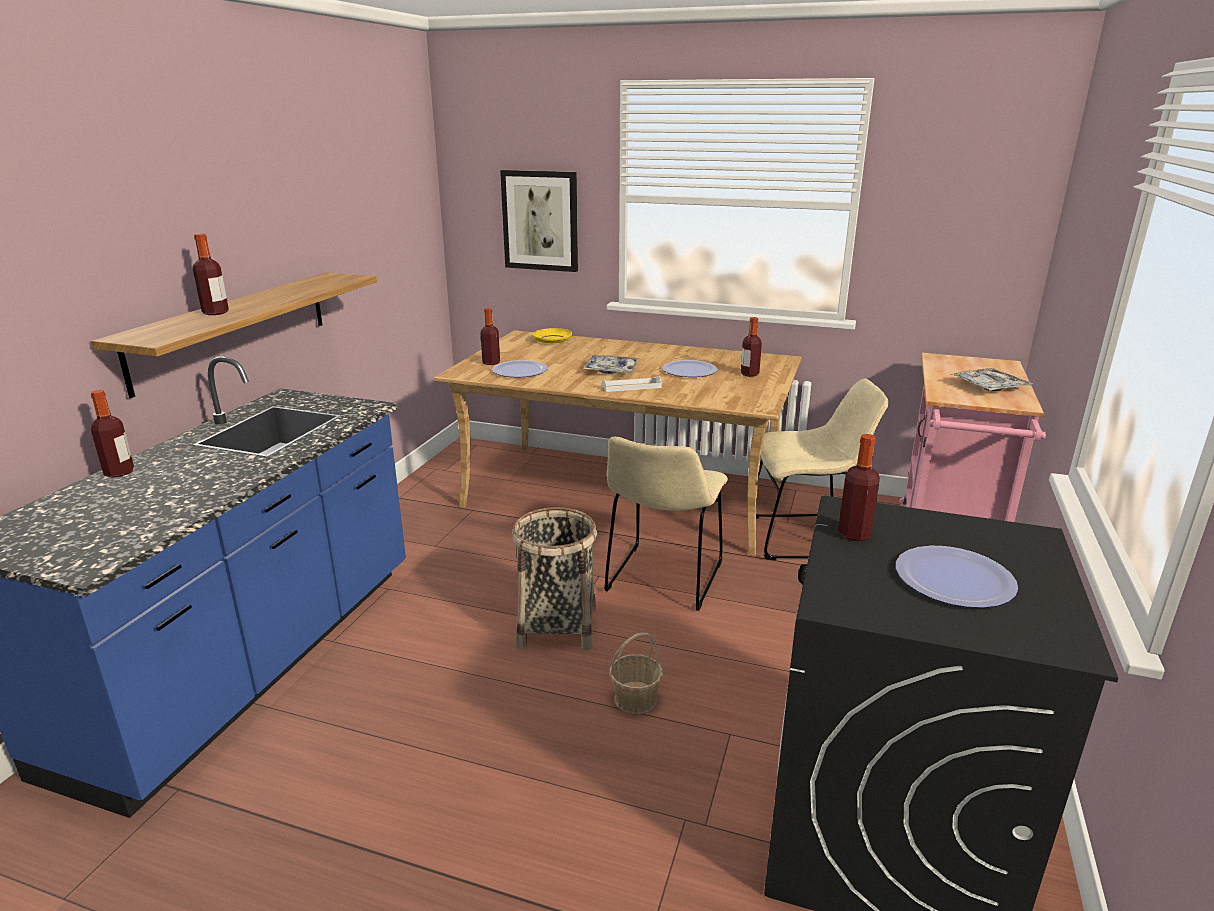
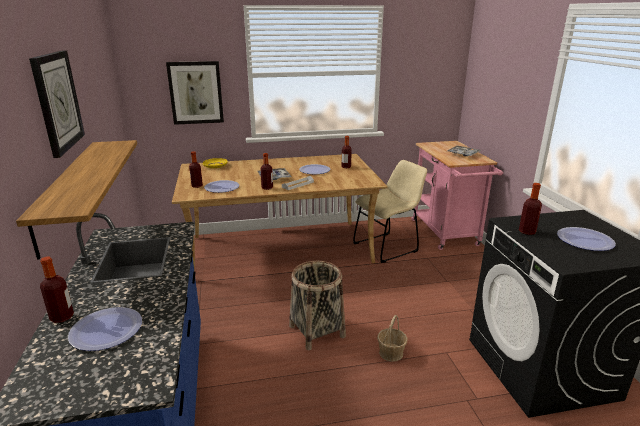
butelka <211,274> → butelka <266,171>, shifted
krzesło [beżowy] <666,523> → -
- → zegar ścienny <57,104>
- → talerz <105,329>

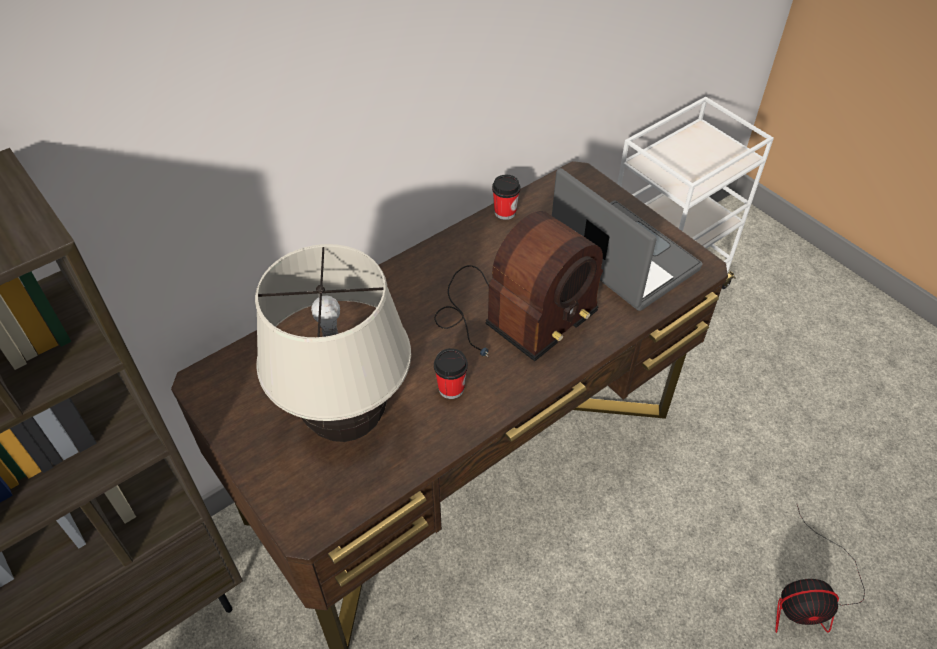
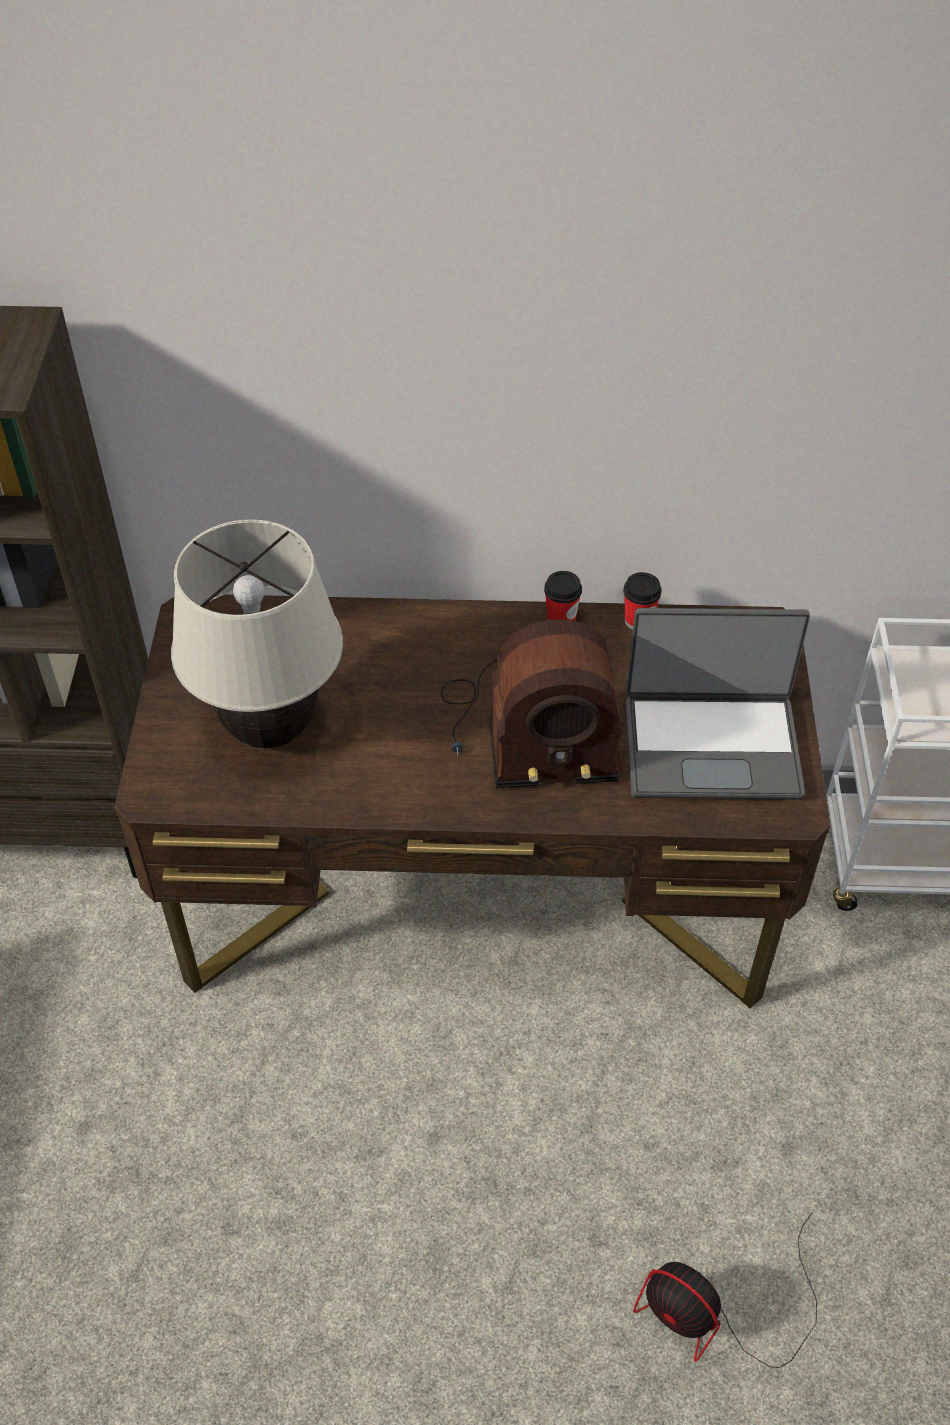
laptop <627,239> → laptop <717,704>, 90 degrees clockwise
filiżanka <451,373> → filiżanka <563,596>, shifted

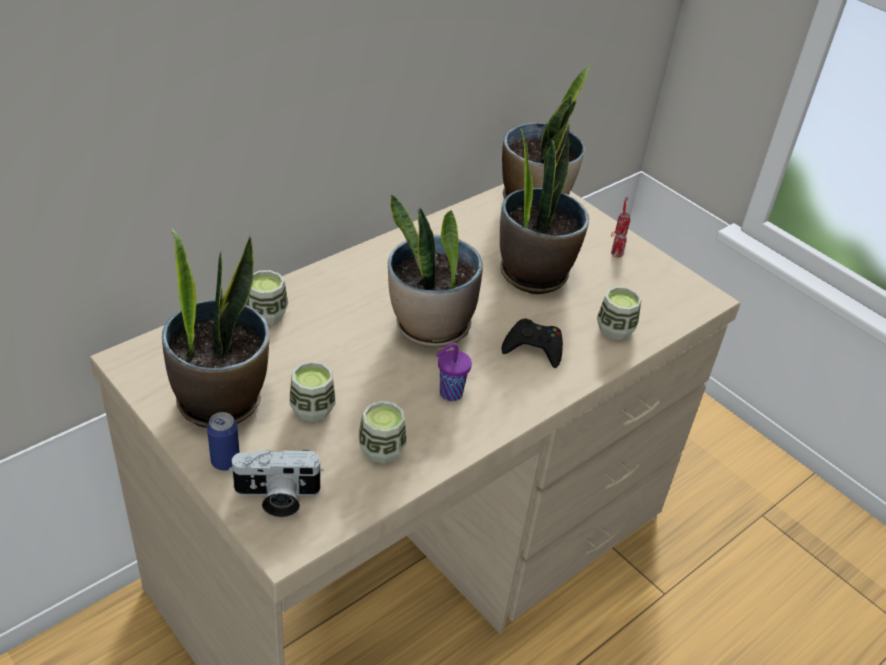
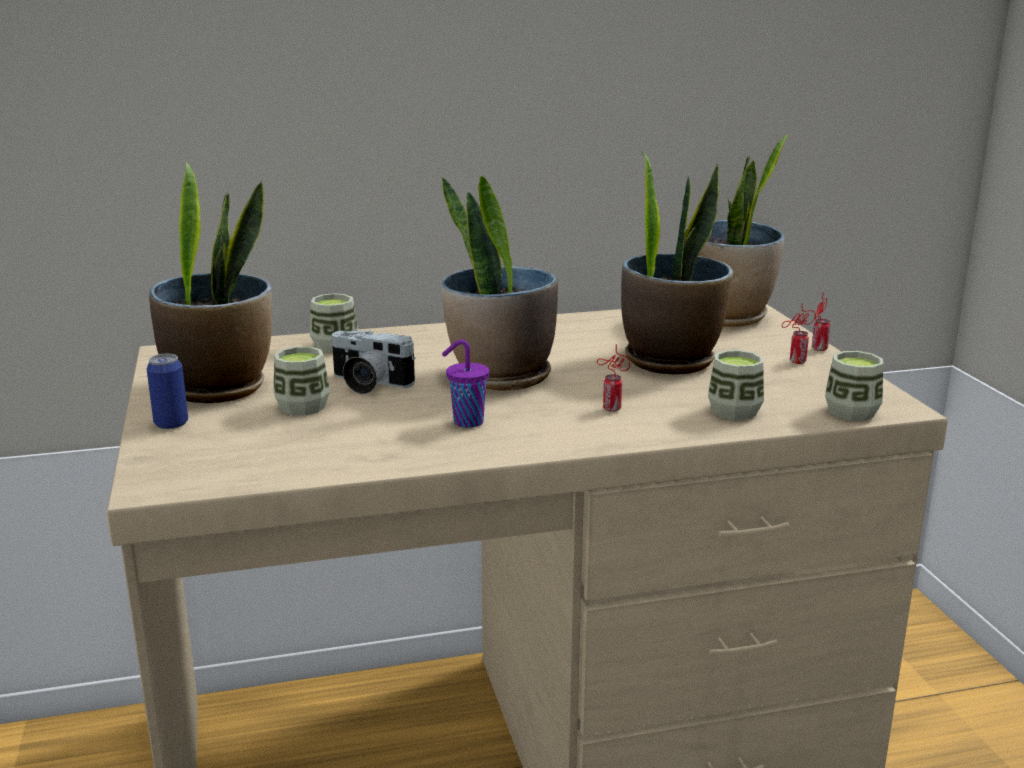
pad do gier [czarny] <532,343> → puszka <613,378>
filiżanka <382,432> → filiżanka <854,386>, shifted
aparat fotograficzny <276,483> → aparat fotograficzny <373,362>, shifted

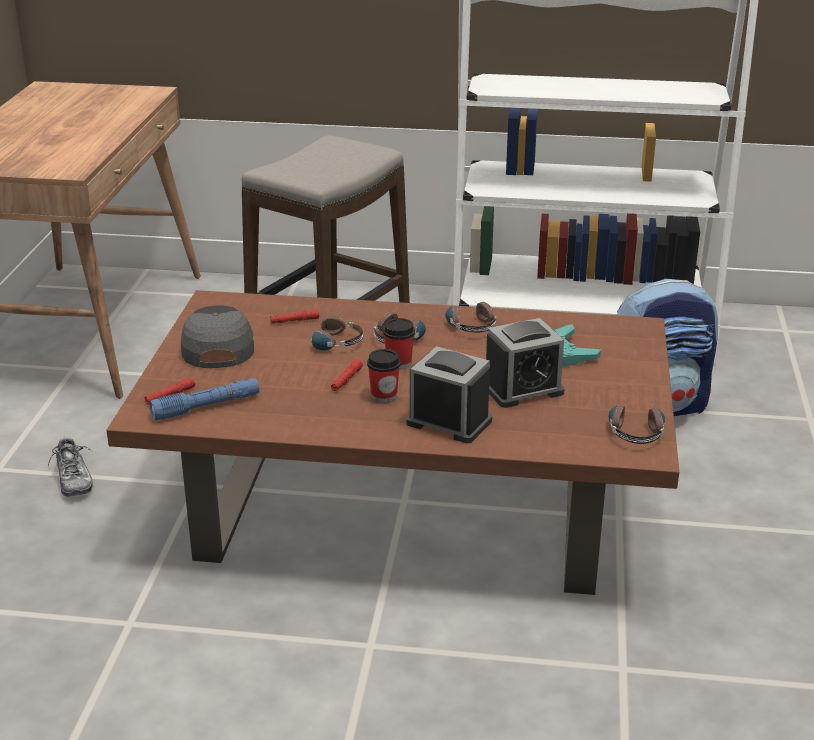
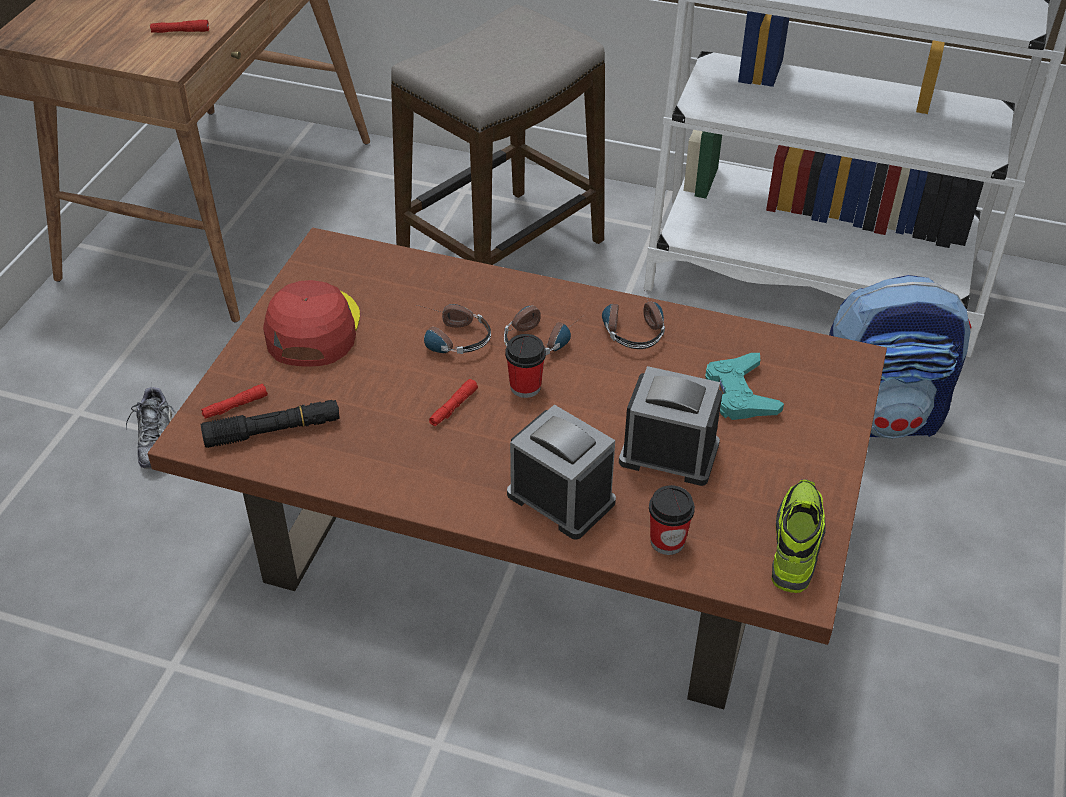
czapka z daszkiem [szary] <217,336> → czapka z daszkiem [czerwony] <311,323>
latarka [czerwony] <294,316> → latarka [czerwony] <179,26>, shifted
budzik <525,363> → budzik <670,426>, 150 degrees counterclockwise
filiżanka <383,376> → filiżanka <672,520>, shifted
latarka [niebieski] <204,399> → latarka [czarny] <270,424>
słuchawki <637,424> → but <799,536>

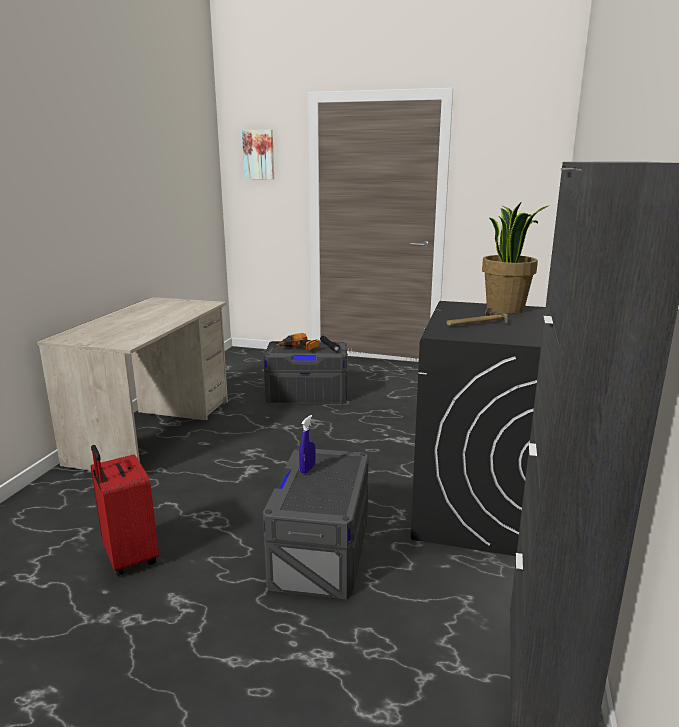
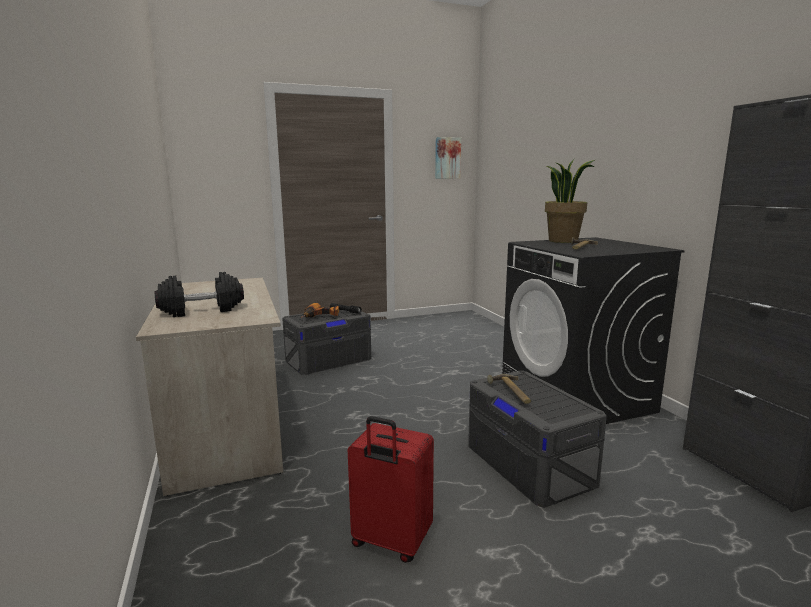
obraz <258,155> → obraz <448,158>, shifted
spryskiwacz [niebieski] <307,444> → młotek <509,389>
- → hantel [czarny] <199,294>

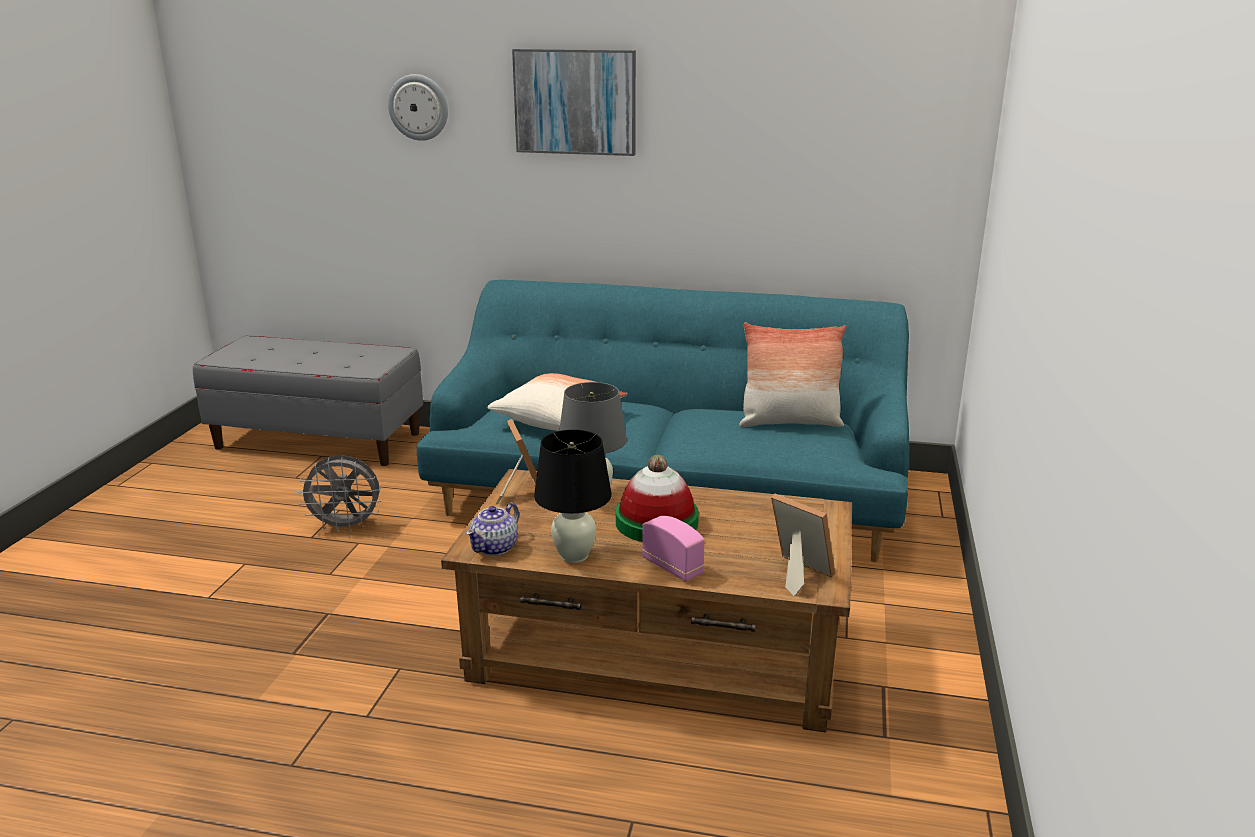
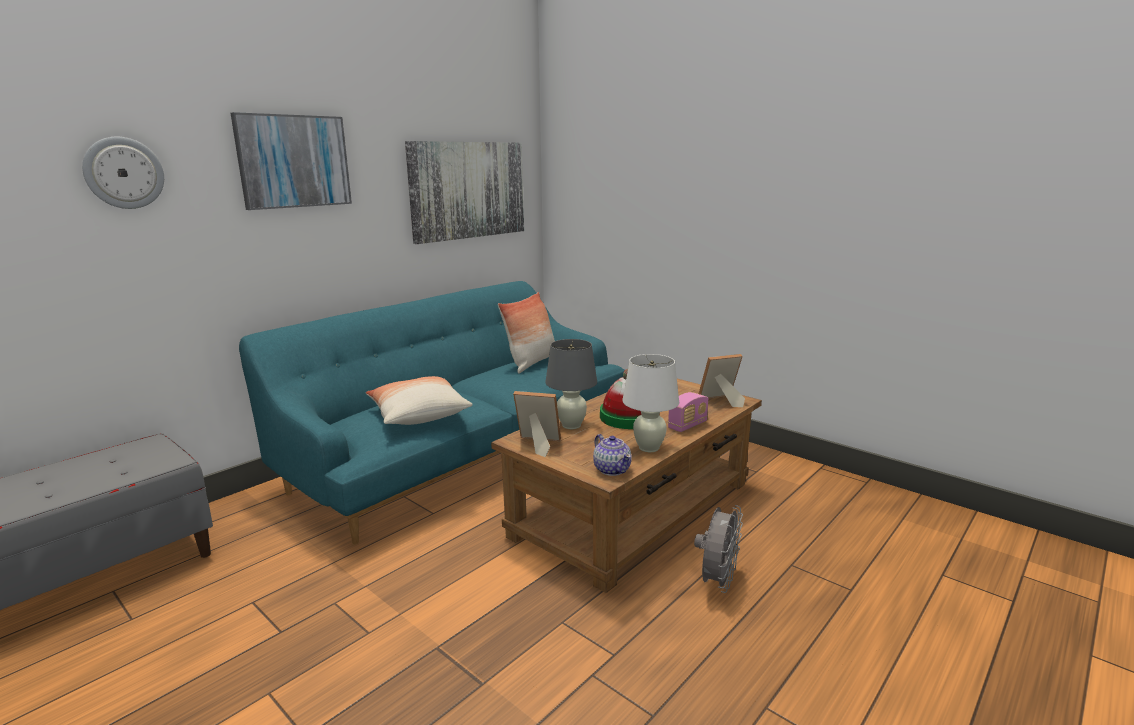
lampa stołowa [czarny] <573,496> → lampa stołowa [biały] <651,403>
wentylator [szary] <339,494> → wentylator [szary] <718,549>, shifted
radio <673,548> → radio <688,412>, 150 degrees clockwise
- → obraz <464,192>

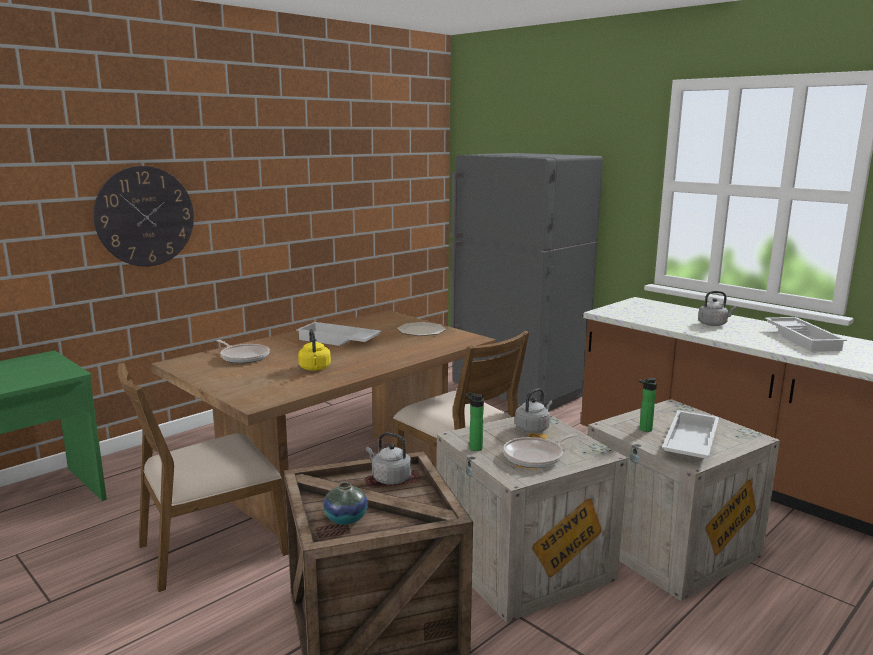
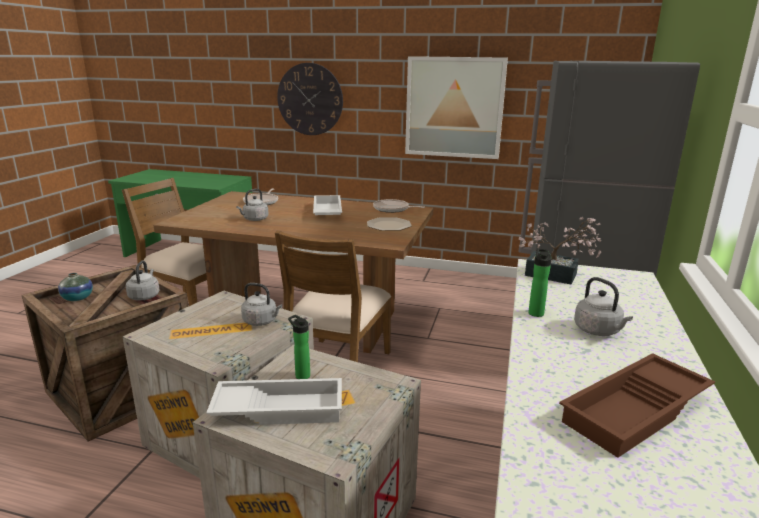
taca [biały] <806,334> → taca [brązowy] <637,405>
czajnik [żółty] <314,350> → czajnik [szary] <252,205>
butelka <474,421> → butelka <540,283>, shifted
patelnia <540,450> → patelnia <399,206>, shifted
- → obraz <456,107>
- → roślina doniczkowa <560,250>

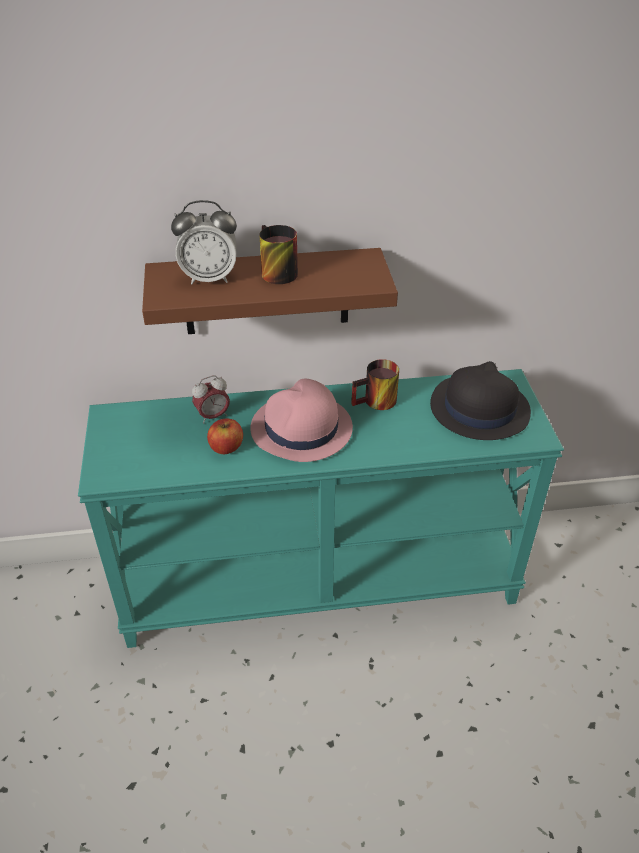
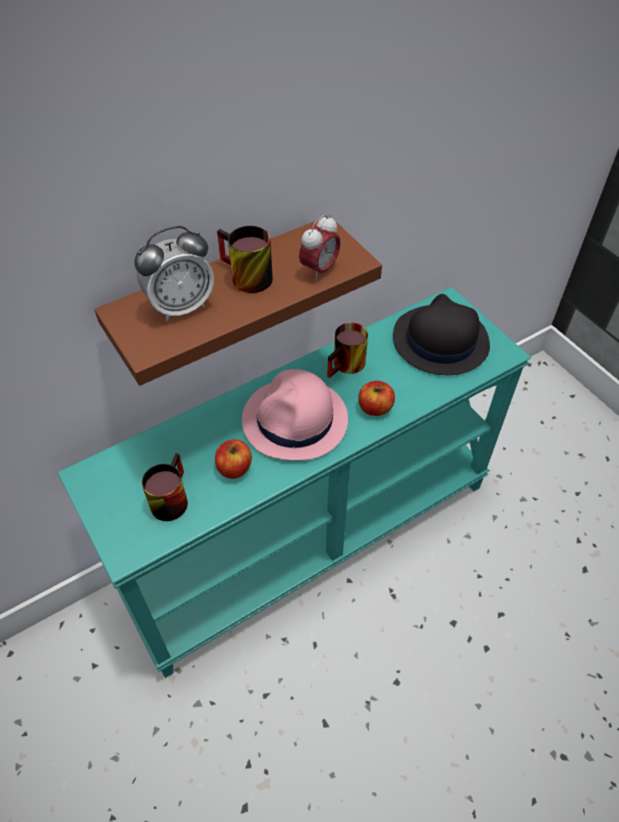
budzik <211,399> → budzik <319,247>, shifted
- → jabłko <376,398>
- → kubek <165,487>

